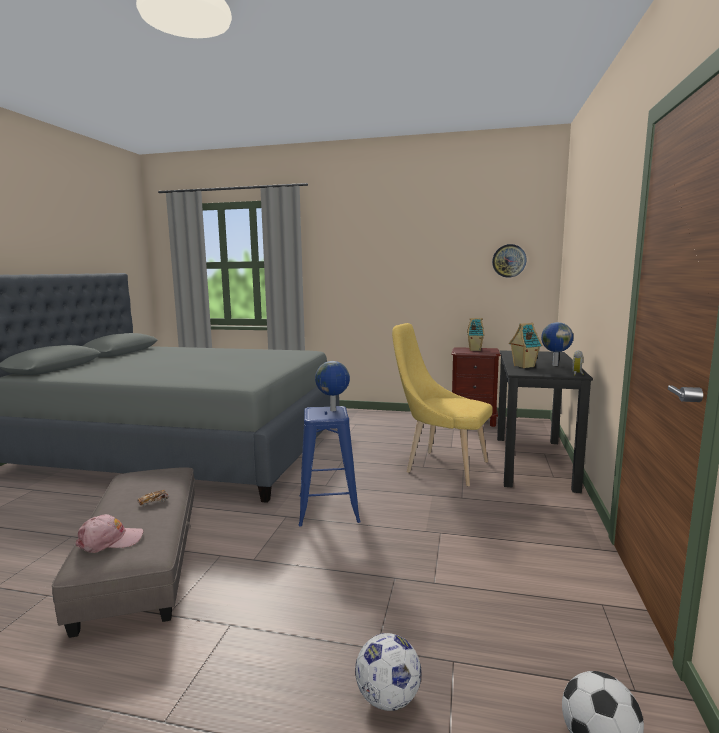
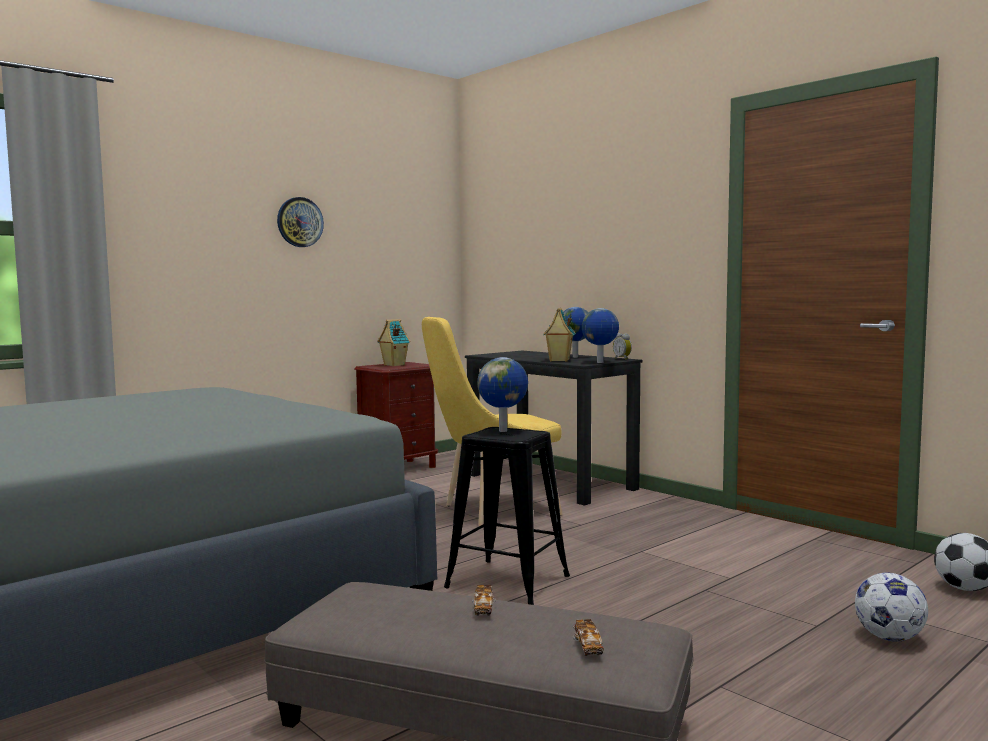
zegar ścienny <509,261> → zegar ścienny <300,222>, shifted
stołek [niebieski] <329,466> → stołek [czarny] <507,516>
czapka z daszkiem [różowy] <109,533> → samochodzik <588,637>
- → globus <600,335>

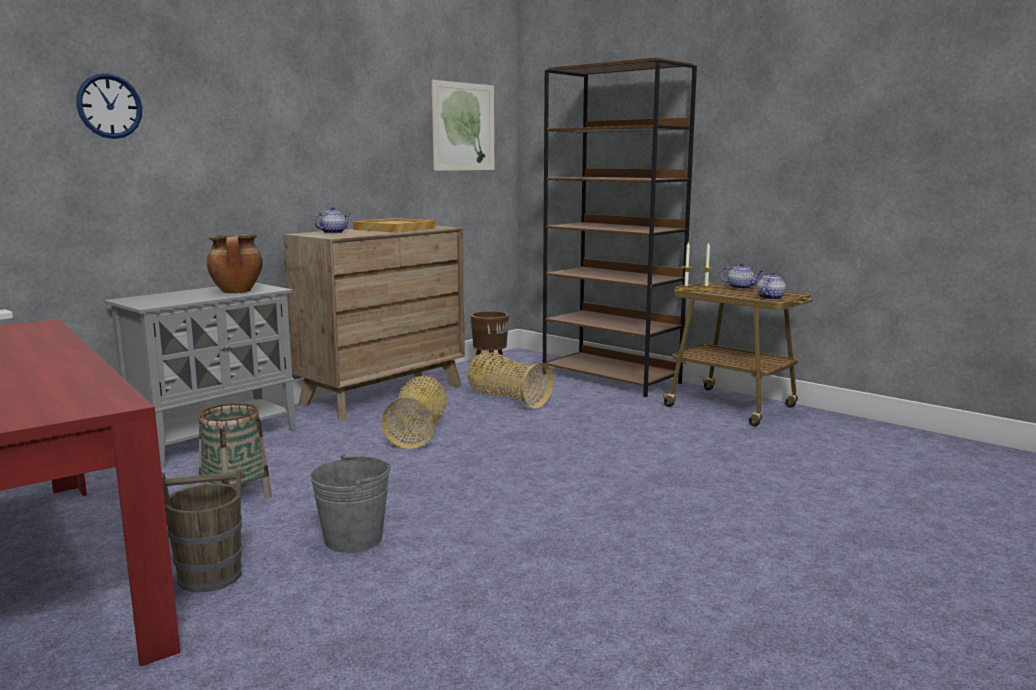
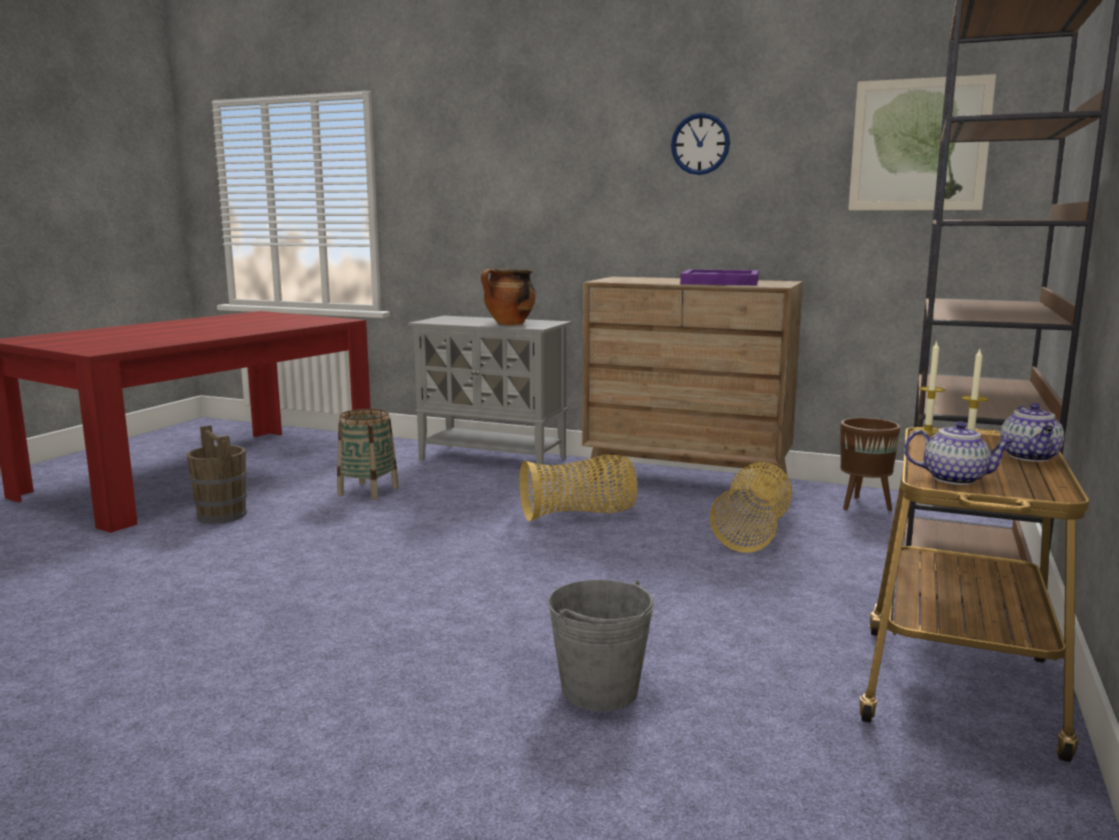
zegar ścienny <109,106> → zegar ścienny <700,144>, shifted
imbryk <332,220> → -
taca [beżowy] <394,225> → taca [fioletowy] <719,277>
wiadro [szary] <350,503> → wiadro [szary] <601,645>, shifted

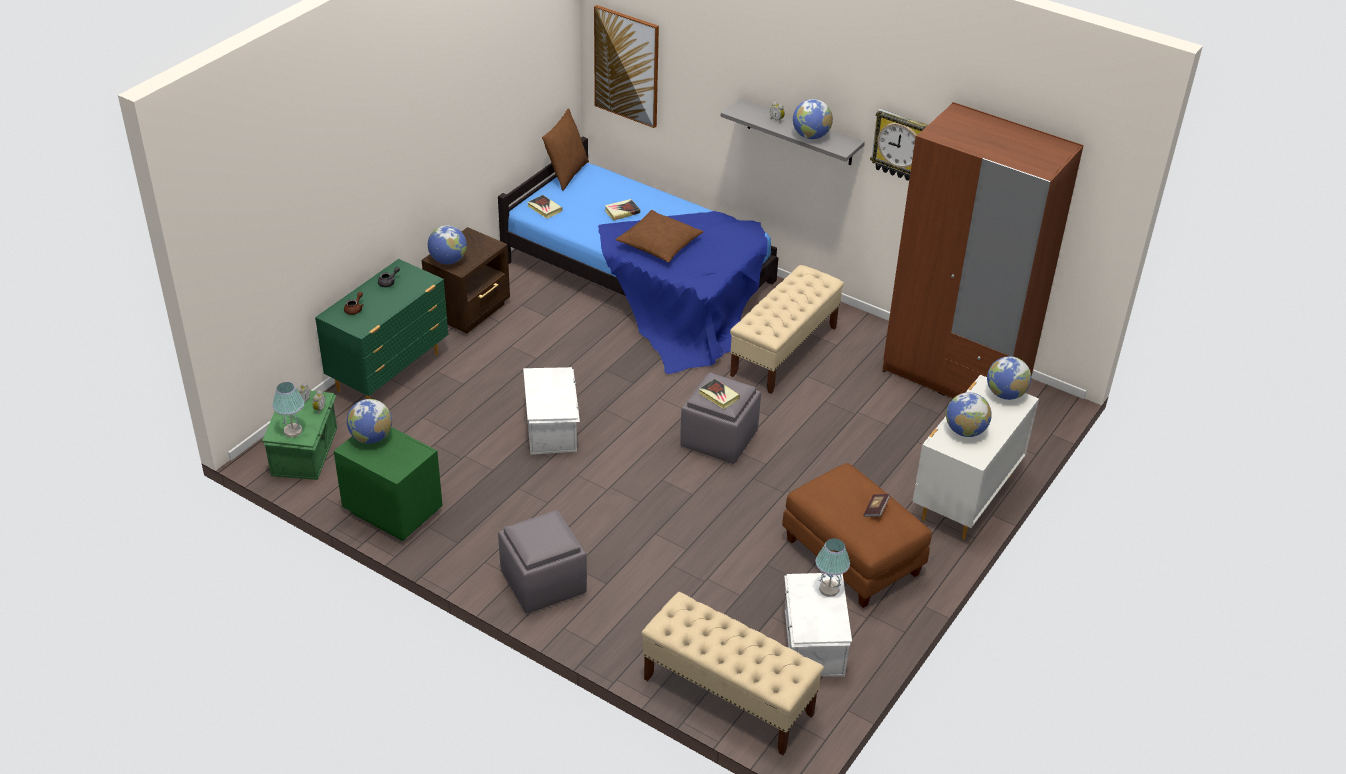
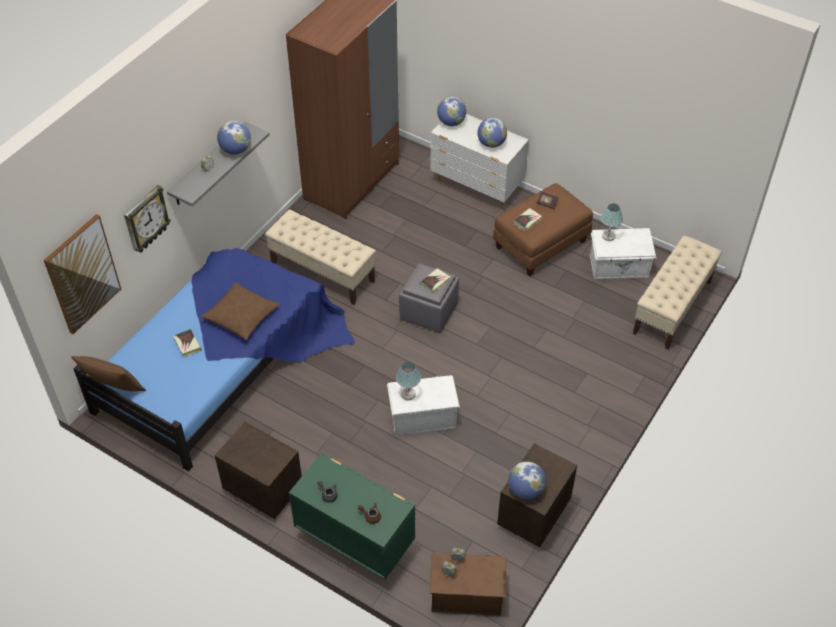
zegar ścienny <899,144> → zegar ścienny <147,219>, shifted
książka <545,207> → książka <527,219>, shifted
globus <447,244> → -
lampa stołowa <288,409> → lampa stołowa <408,381>, shifted
pojemnik do przechowywania [zielony] <299,435> → pojemnik do przechowywania [brązowy] <467,584>
szafka nocna [zielony] <388,484> → szafka nocna [brązowy] <537,495>
pufa [szary] <542,561> → -

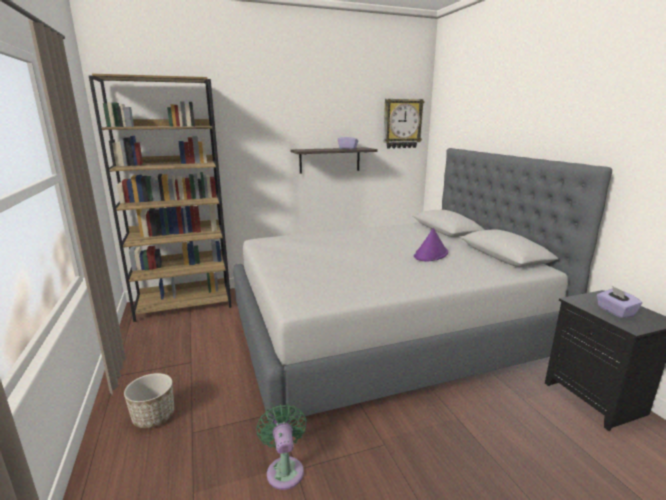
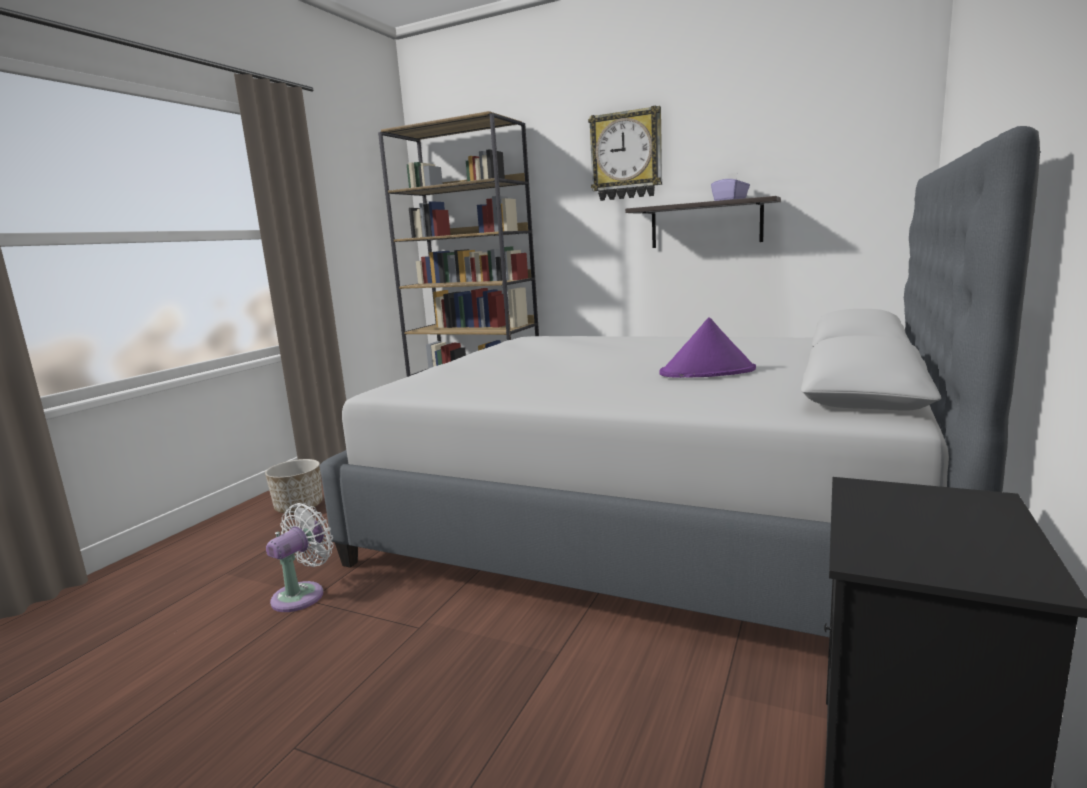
zegar ścienny <403,124> → zegar ścienny <625,153>, shifted
pudełko chusteczek [fioletowy] <619,302> → -
wentylator [zielony] <282,447> → wentylator [biały] <300,557>

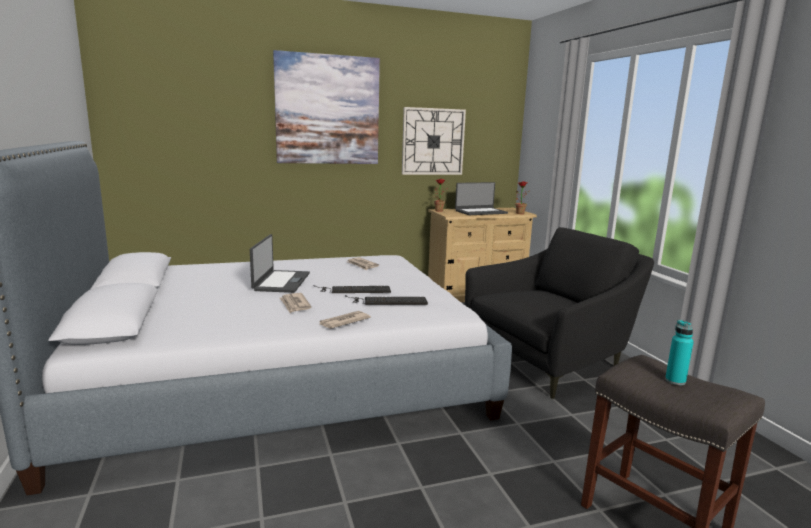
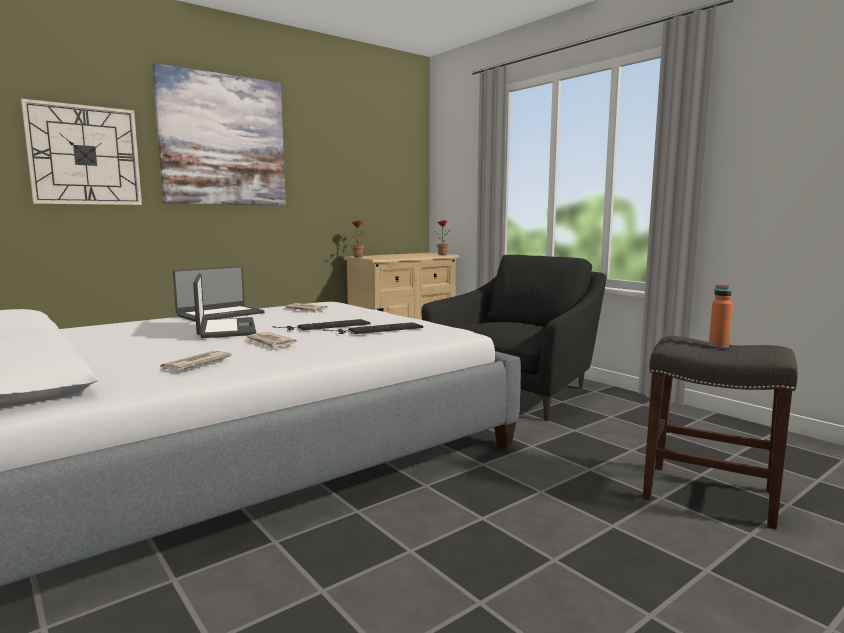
zegar ścienny <434,141> → zegar ścienny <81,152>, shifted
laptop <481,198> → laptop <218,294>, shifted
gazeta <345,320> → gazeta <196,361>, shifted
butelka [turkusowy] <679,352> → butelka [pomarańczowy] <721,316>

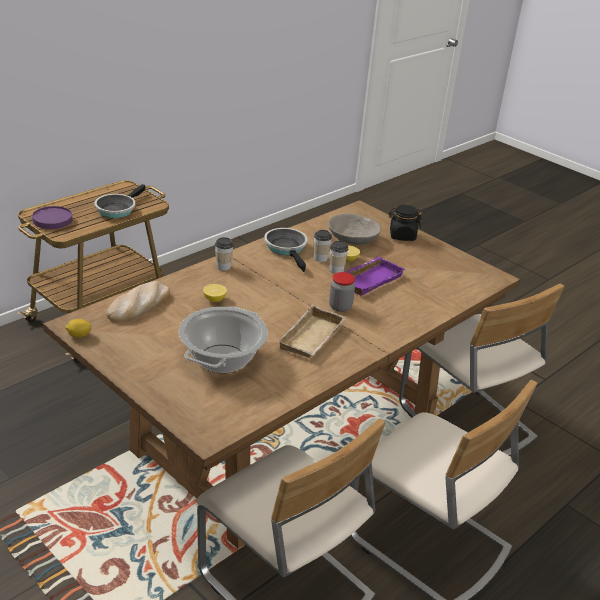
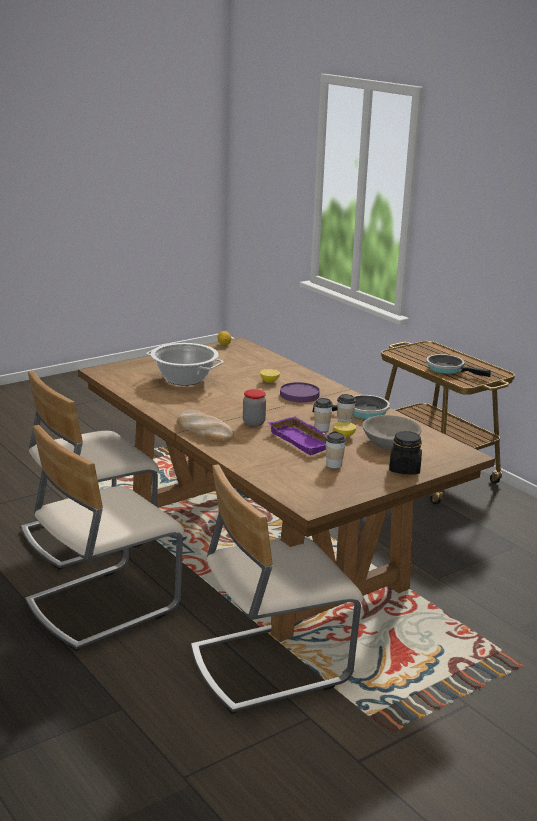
talerz [fioletowy] <52,217> → talerz [fioletowy] <300,392>, shifted
filiżanka <224,254> → filiżanka <335,450>, shifted
chleb <138,301> → chleb <205,426>, shifted
taca [beżowy] <311,330> → -

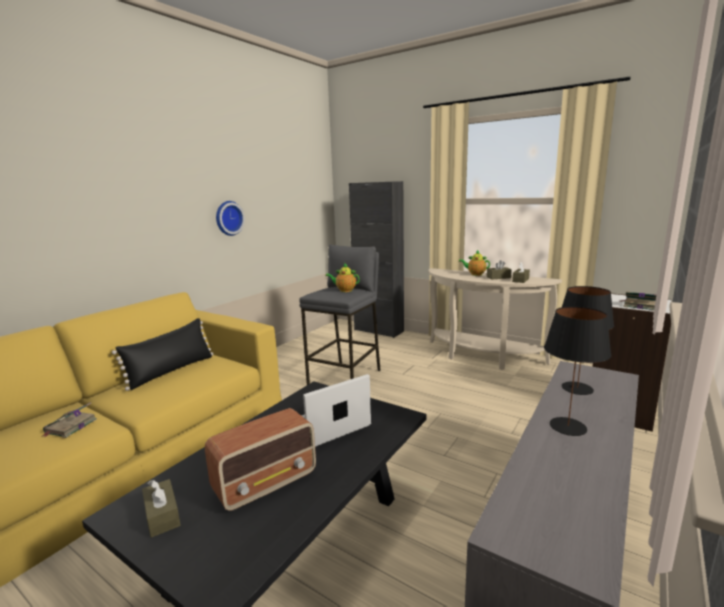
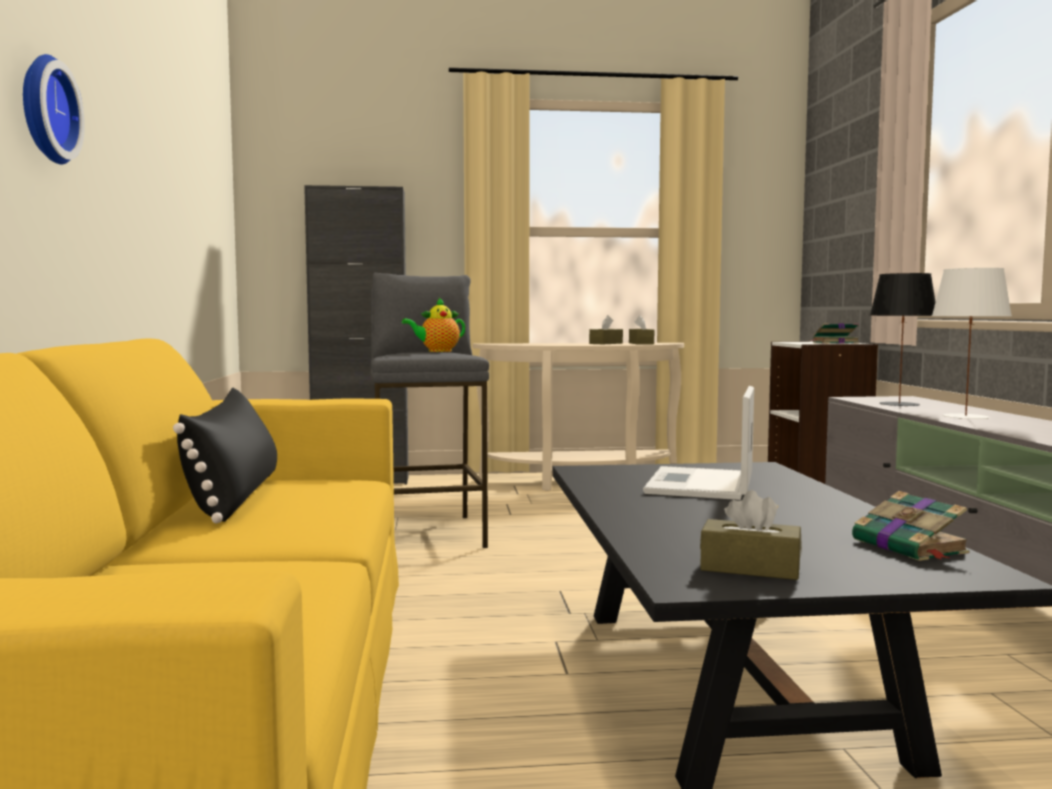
zegar ścienny <230,218> → zegar ścienny <54,109>, shifted
imbryk <474,263> → -
lampa stołowa [czarny] <577,371> → lampa stołowa [biały] <972,343>
książka <69,420> → książka <910,526>, shifted
radio <260,459> → -

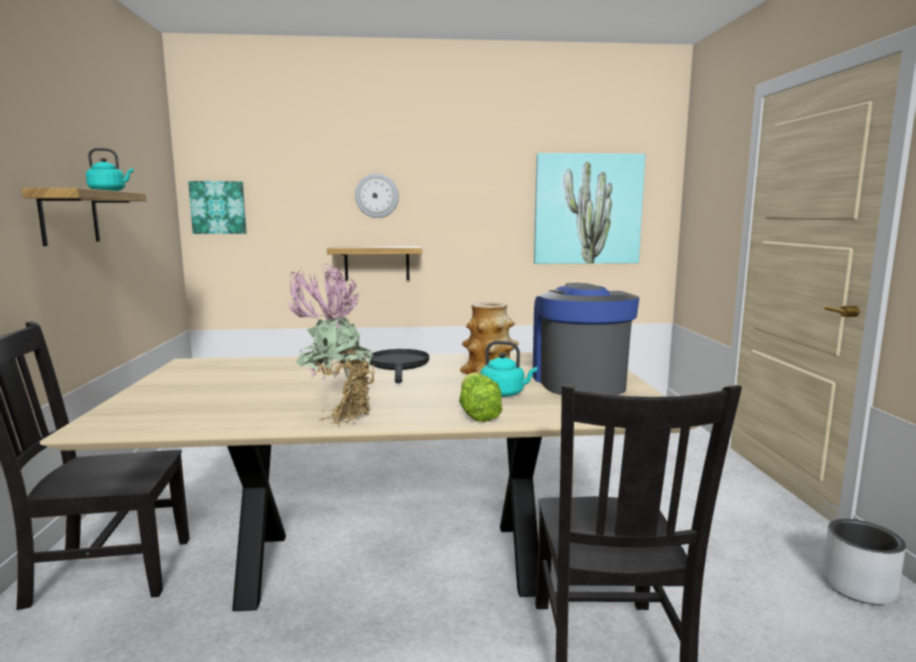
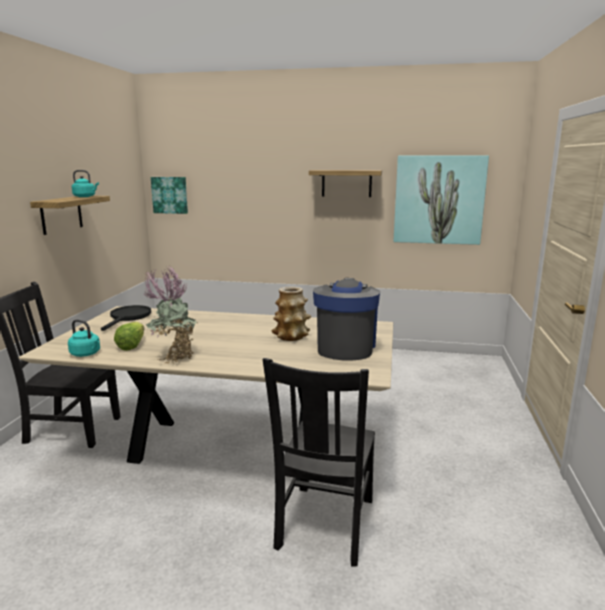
zegar ścienny <377,196> → -
półka <374,263> → półka <345,183>, shifted
czajnik [turkusowy] <508,369> → czajnik [turkusowy] <84,338>, shifted
patelnia [czarny] <398,366> → patelnia [czarny] <126,318>, shifted
sałata <480,397> → sałata <129,336>, shifted
donica [szary] <863,562> → -

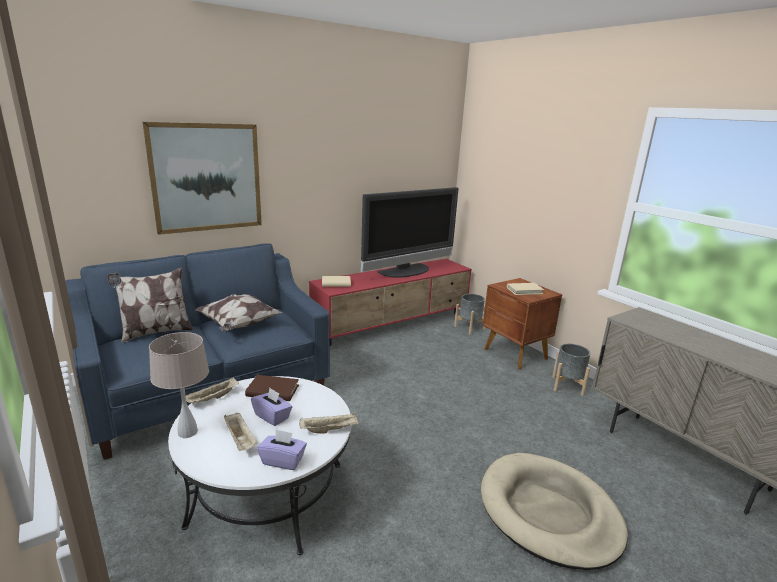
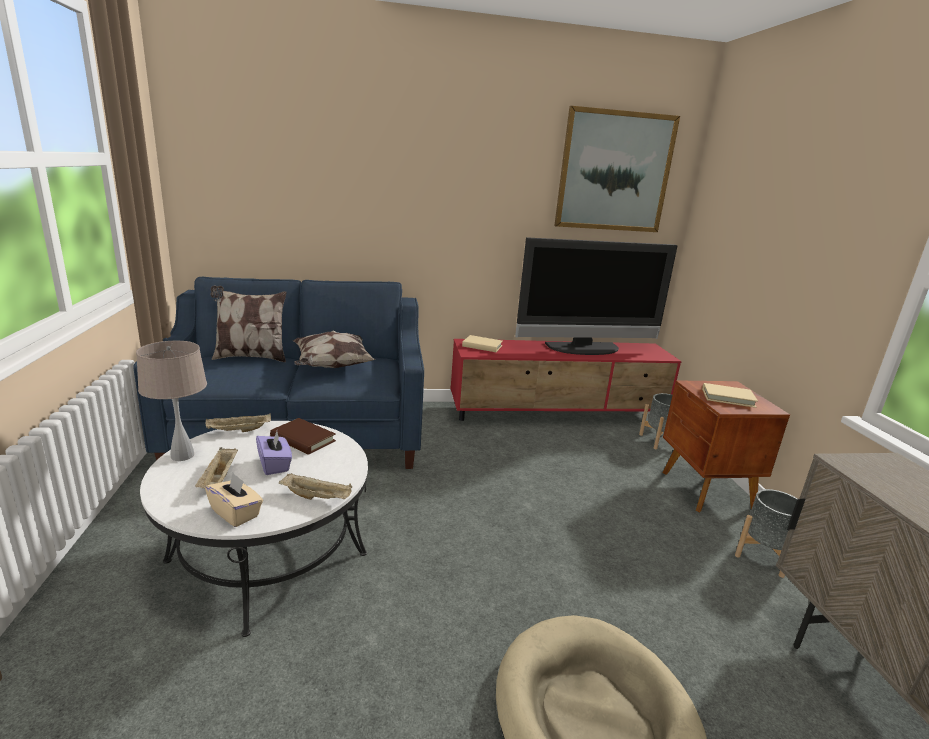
obraz <202,178> → obraz <617,169>, shifted
pudełko chusteczek [fioletowy] <282,449> → pudełko chusteczek [beżowy] <234,500>

